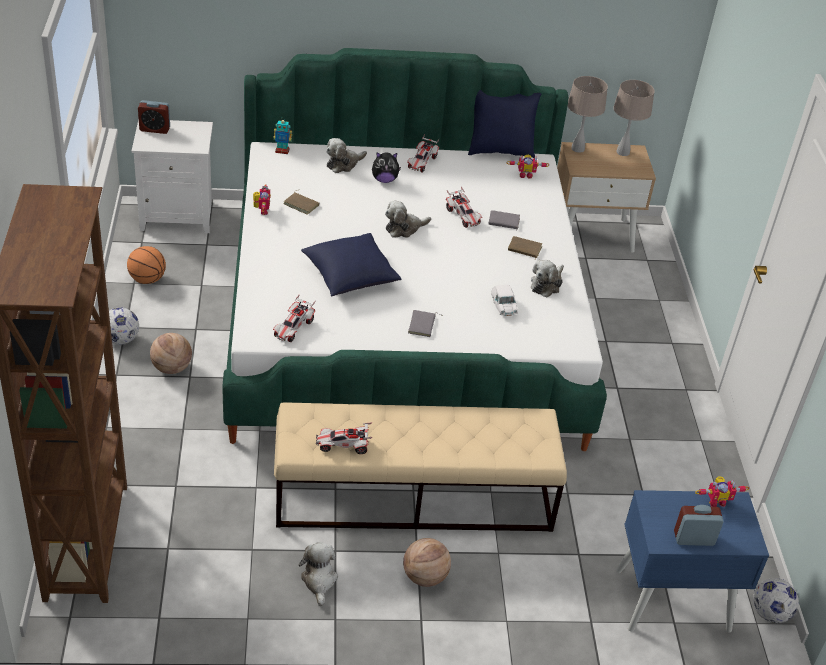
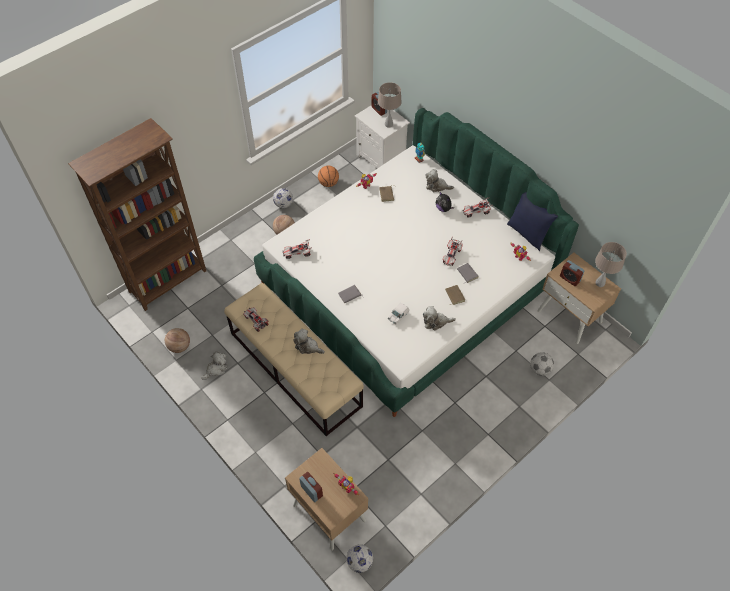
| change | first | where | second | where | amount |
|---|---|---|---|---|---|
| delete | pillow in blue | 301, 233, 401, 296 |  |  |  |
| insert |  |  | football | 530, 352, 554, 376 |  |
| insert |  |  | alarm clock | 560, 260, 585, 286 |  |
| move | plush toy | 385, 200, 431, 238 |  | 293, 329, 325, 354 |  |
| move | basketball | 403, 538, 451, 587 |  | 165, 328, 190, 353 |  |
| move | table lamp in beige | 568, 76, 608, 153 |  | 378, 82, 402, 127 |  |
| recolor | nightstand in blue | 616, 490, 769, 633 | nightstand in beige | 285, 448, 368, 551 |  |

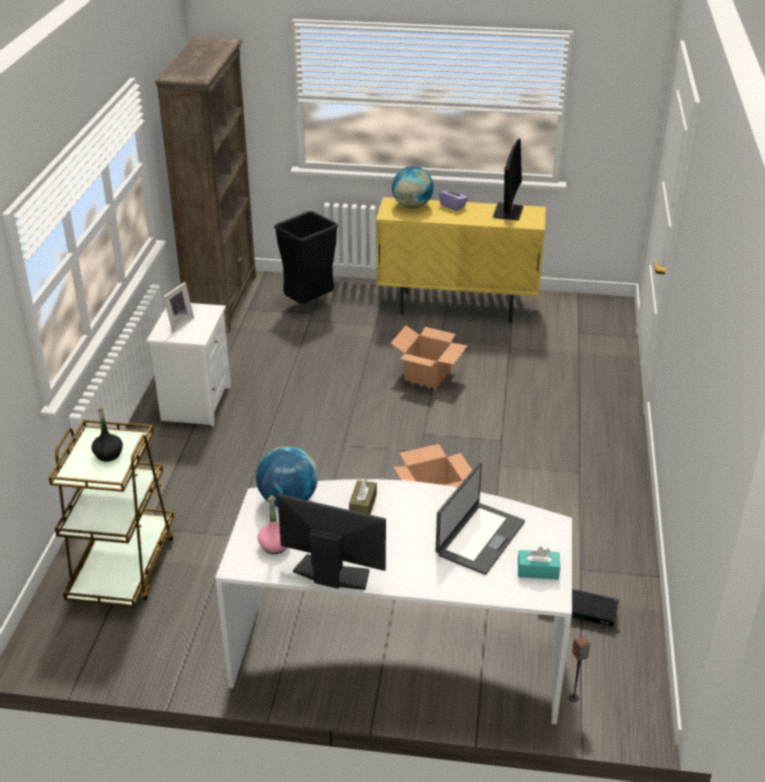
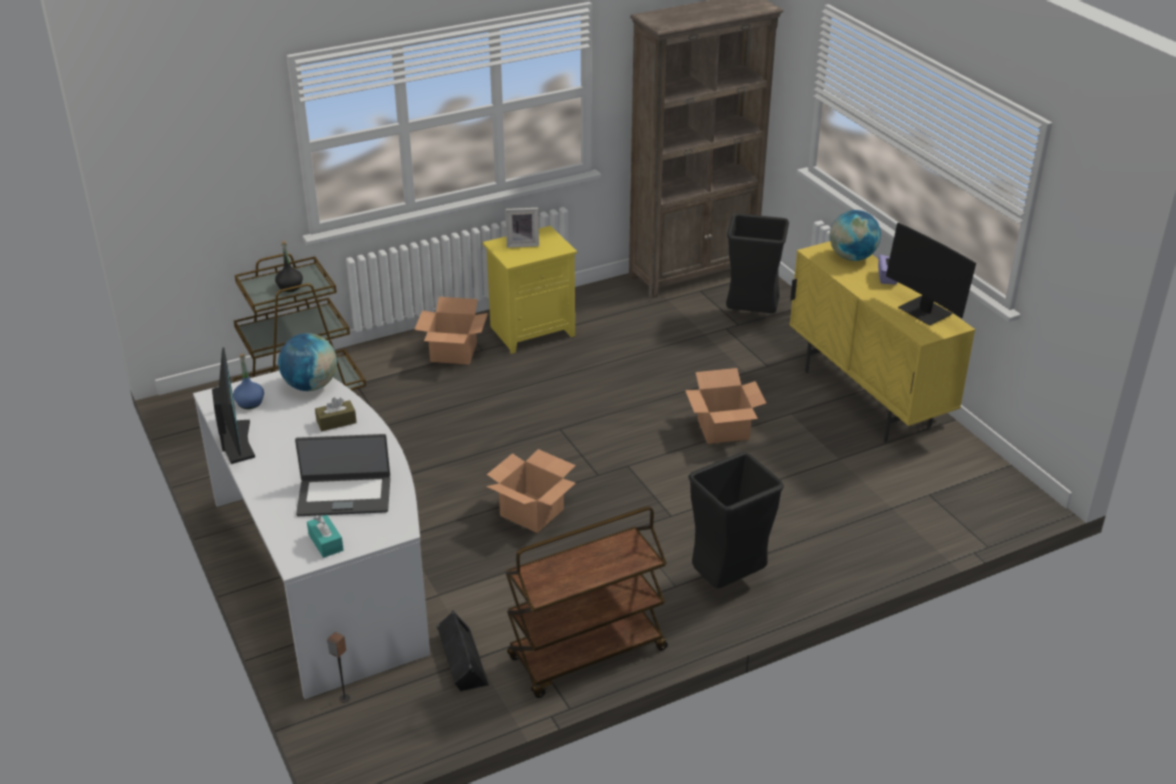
| change | first | where | second | where | amount |
|---|---|---|---|---|---|
| insert |  |  | cardboard box | 414, 297, 488, 365 |  |
| insert |  |  | cart in brown | 505, 506, 668, 698 |  |
| insert |  |  | trash can in black | 689, 452, 784, 588 |  |
| recolor | nightstand in white | 146, 303, 231, 426 | nightstand in yellow | 482, 226, 577, 354 |  |
| recolor | bottle in pink | 258, 495, 287, 554 | bottle in blue | 233, 353, 264, 409 |  |
| rotate | monitor | 493, 138, 523, 220 |  | 886, 223, 976, 326 | 75 degrees clockwise |

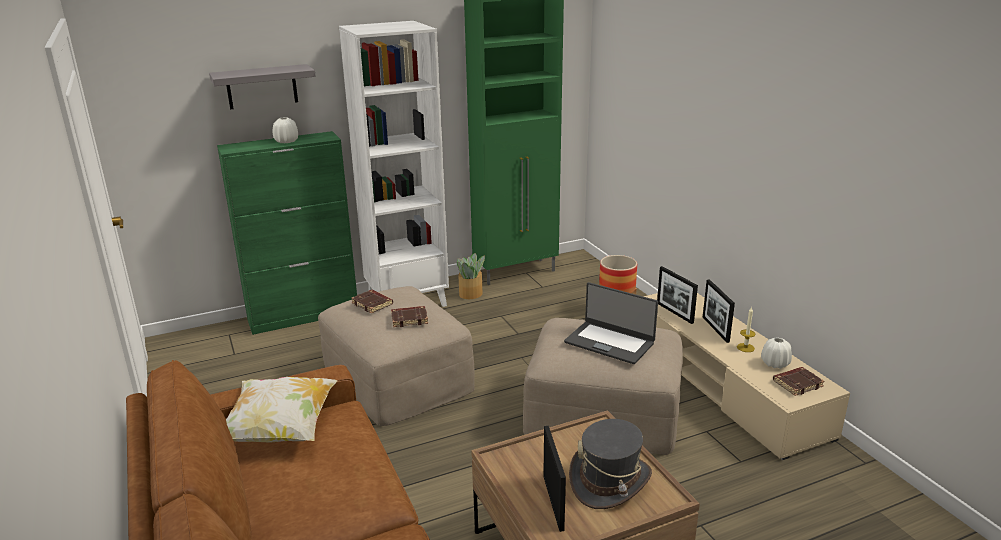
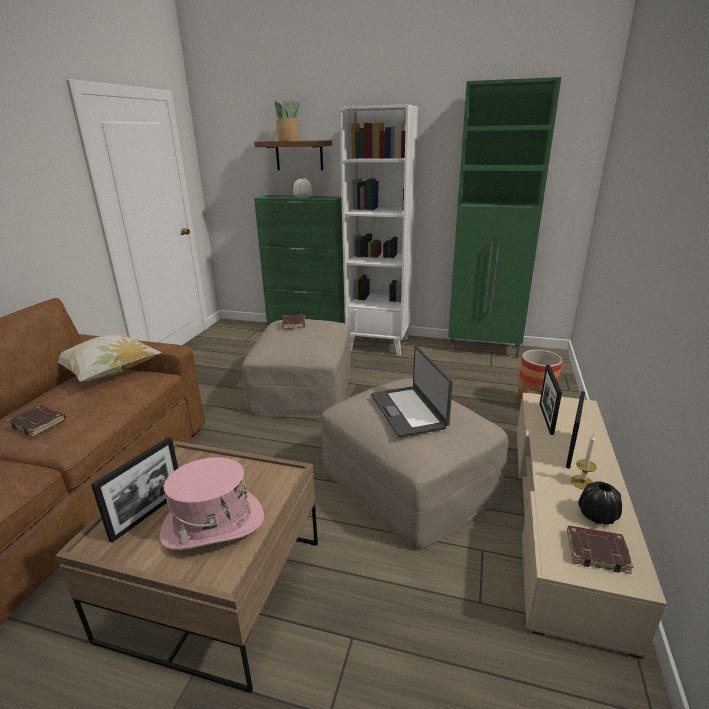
| change | first | where | second | where | amount |
|---|---|---|---|---|---|
| move | book in brown | 391, 306, 428, 327 |  | 7, 405, 66, 437 |  |
| move | potted plant | 457, 253, 485, 299 |  | 274, 100, 301, 141 |  |
| recolor | shelf in grey | 209, 64, 316, 109 | shelf in brown | 254, 140, 332, 170 |  |
| recolor | hat in grey | 569, 419, 652, 509 | hat in pink | 159, 457, 264, 550 |  |
| recolor | vase in white | 761, 337, 792, 369 | vase in black | 578, 482, 622, 525 |  |

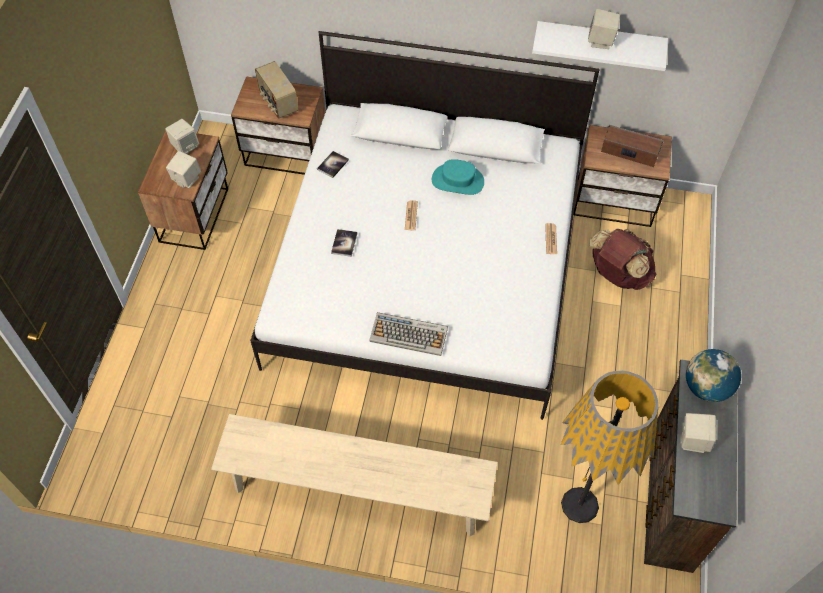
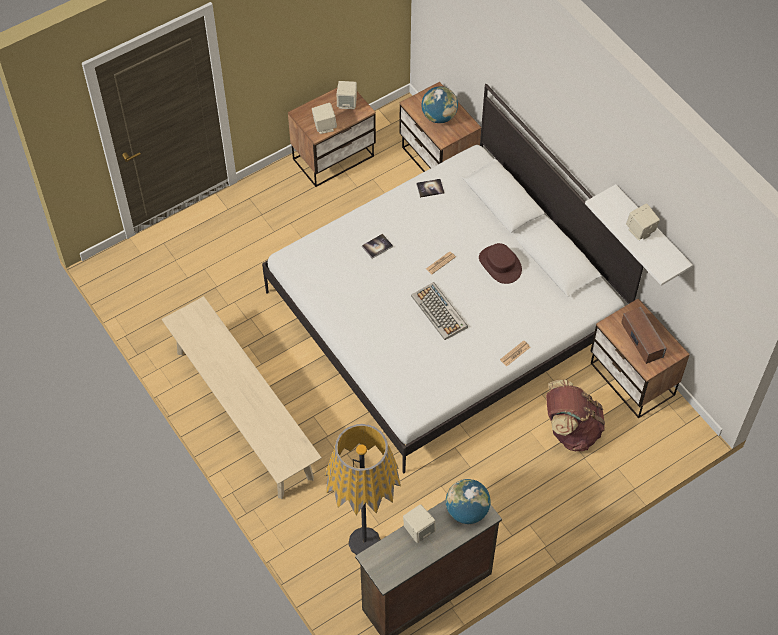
| change | first | where | second | where | amount |
|---|---|---|---|---|---|
| move | keyboard | 369, 312, 448, 356 |  | 411, 282, 468, 340 |  |
| replace | radio | 255, 61, 298, 119 | globe | 422, 86, 458, 123 |  |
| recolor | hat in turquoise | 432, 159, 484, 195 | hat in brown | 479, 243, 522, 284 |  |

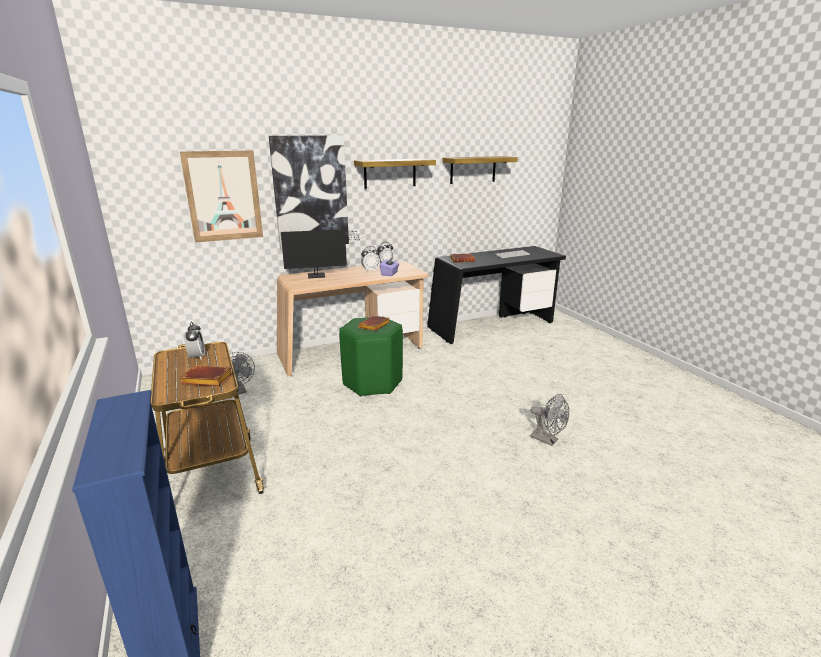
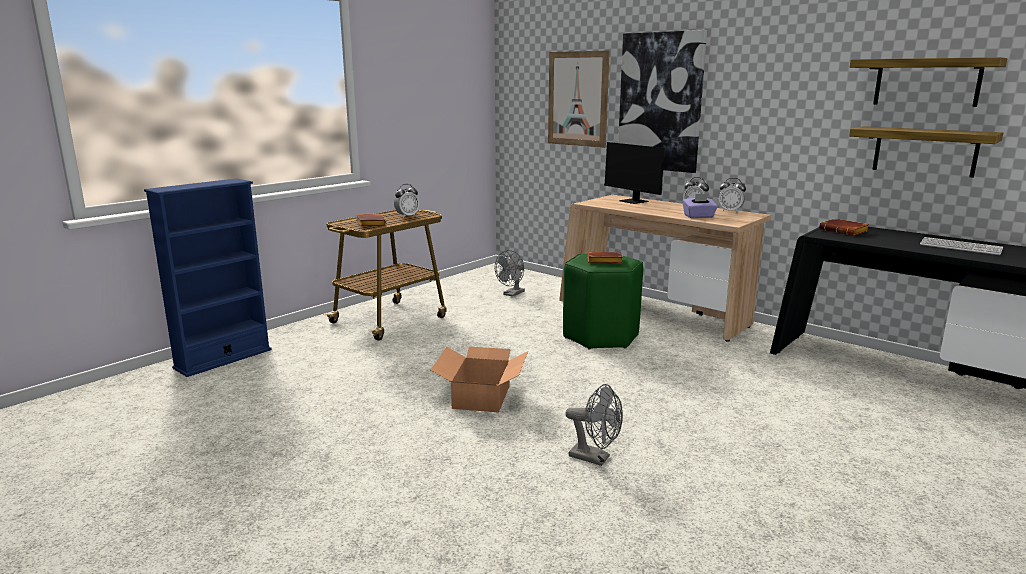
| change | first | where | second | where | amount |
|---|---|---|---|---|---|
| insert |  |  | cardboard box | 431, 346, 528, 413 |  |
| move | shelf | 354, 159, 436, 189 |  | 849, 126, 1003, 178 |  |
| rotate | fan in grey | 531, 394, 569, 446 |  | 565, 384, 623, 466 | 75 degrees counterclockwise |

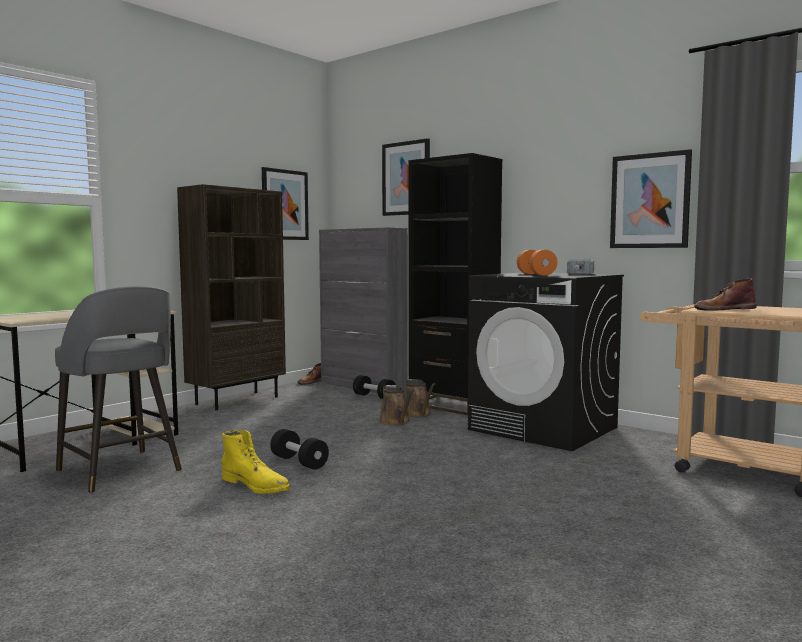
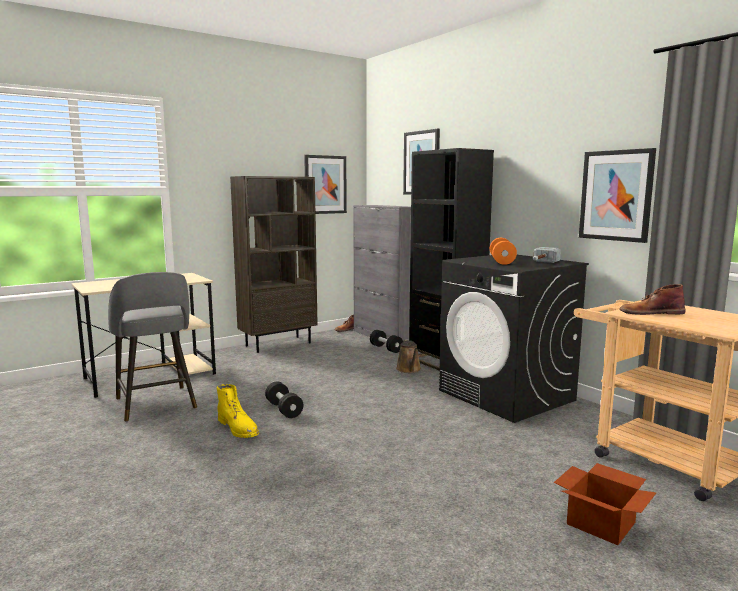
| change | first | where | second | where | amount |
|---|---|---|---|---|---|
| delete | watering can in brown | 379, 385, 415, 425 |  |  |  |
| insert |  |  | cardboard box | 554, 463, 657, 545 |  |

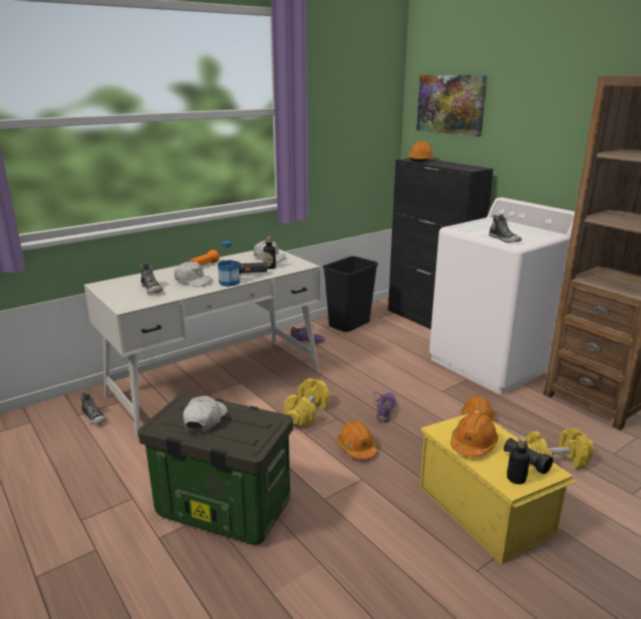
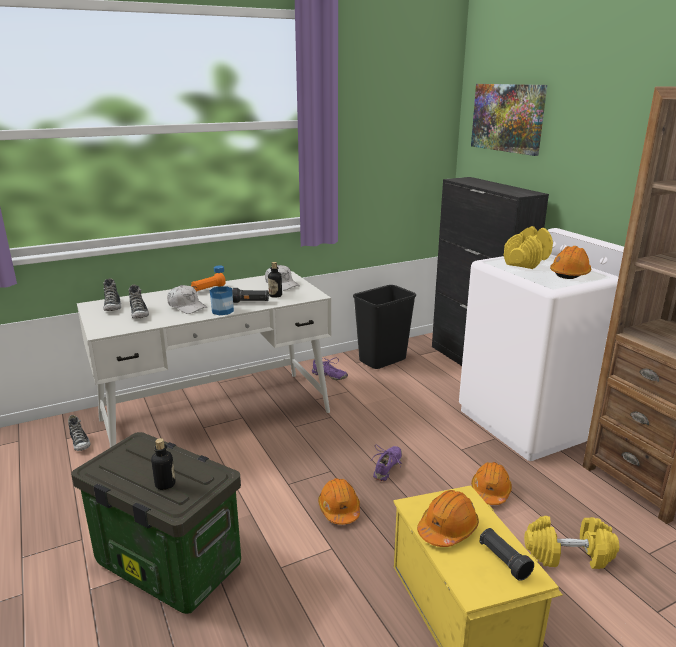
| change | first | where | second | where | amount |
|---|---|---|---|---|---|
| delete | cap in white | 183, 396, 227, 432 |  |  |  |
| move | dumbbell in yellow | 284, 378, 330, 427 |  | 504, 226, 553, 269 |  |
| move | hard hat in orange | 407, 140, 434, 162 |  | 550, 246, 591, 279 |  |
| move | shoe | 489, 215, 522, 243 |  | 103, 278, 121, 311 |  |
| move | bottle | 507, 437, 530, 484 |  | 151, 438, 175, 490 |  |

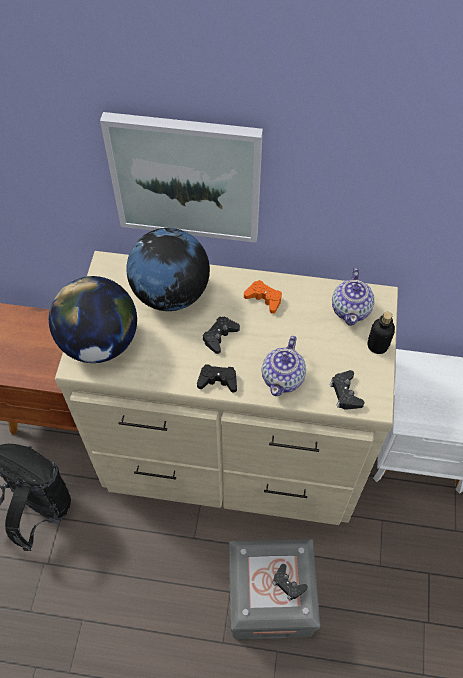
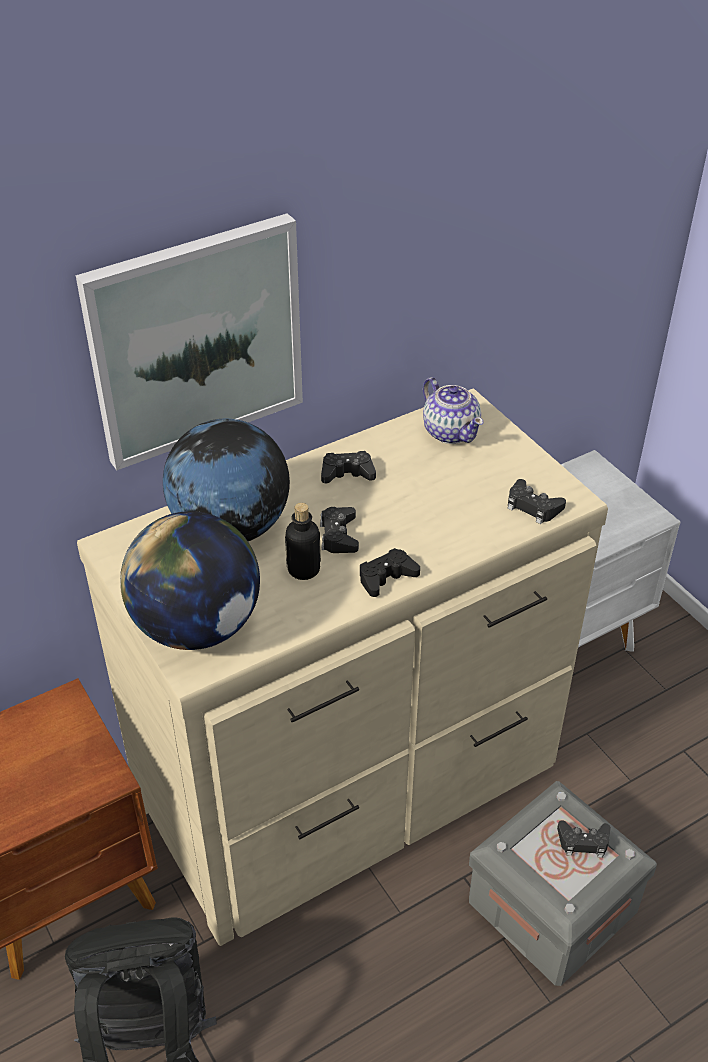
| change | first | where | second | where | amount |
|---|---|---|---|---|---|
| delete | teapot | 262, 336, 306, 396 |  |  |  |
| move | bottle | 368, 312, 395, 354 |  | 285, 503, 321, 580 |  |
| recolor | game controller in orange | 244, 280, 282, 314 | game controller in black | 321, 451, 376, 483 |  |

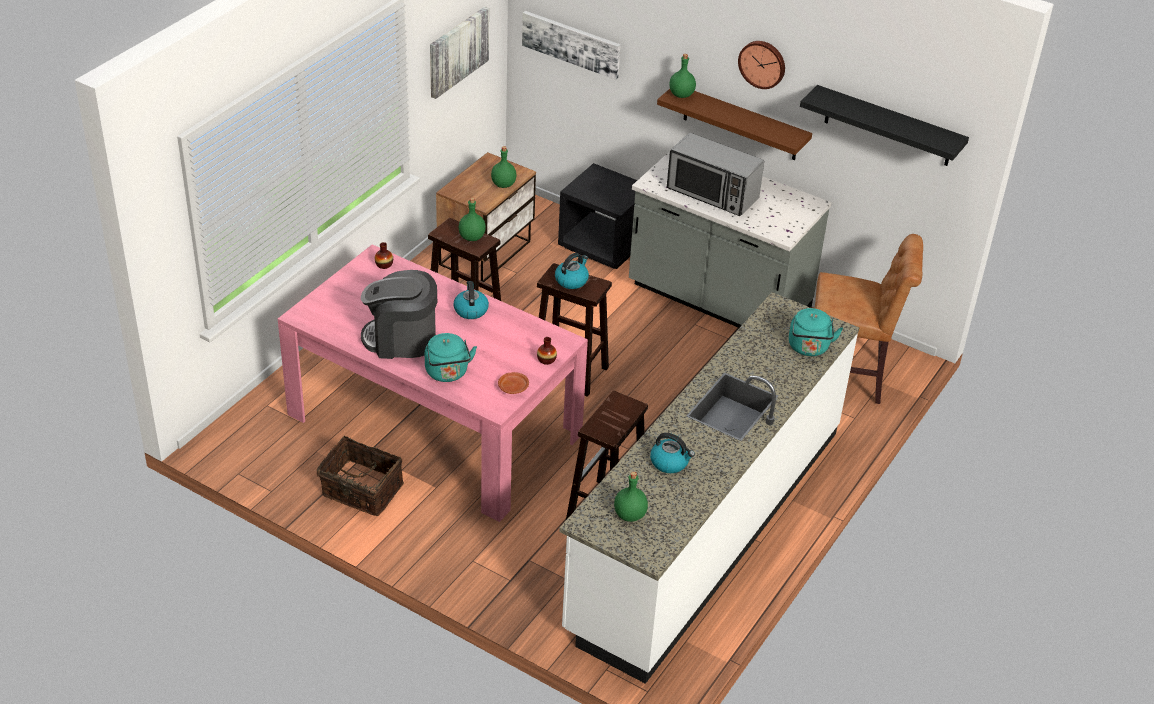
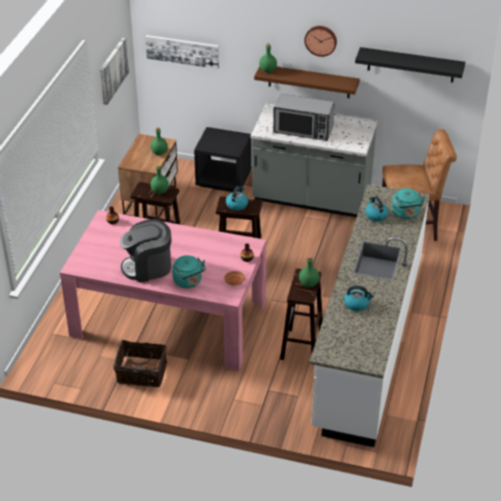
| change | first | where | second | where | amount |
|---|---|---|---|---|---|
| move | kettle | 453, 281, 489, 319 |  | 365, 196, 389, 222 |  |
| move | bottle in green | 614, 472, 648, 522 |  | 299, 256, 319, 287 |  |

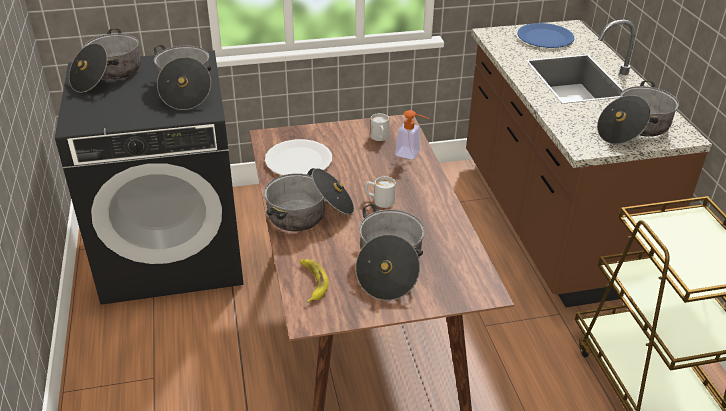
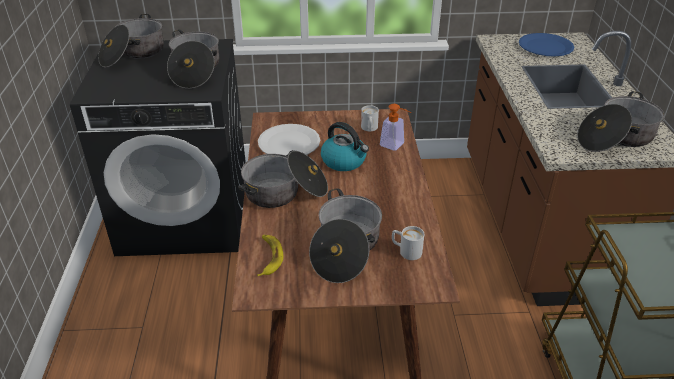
| change | first | where | second | where | amount |
|---|---|---|---|---|---|
| insert |  |  | kettle | 321, 122, 369, 171 |  |
| move | mug in white | 365, 176, 396, 208 |  | 392, 226, 424, 260 |  |

